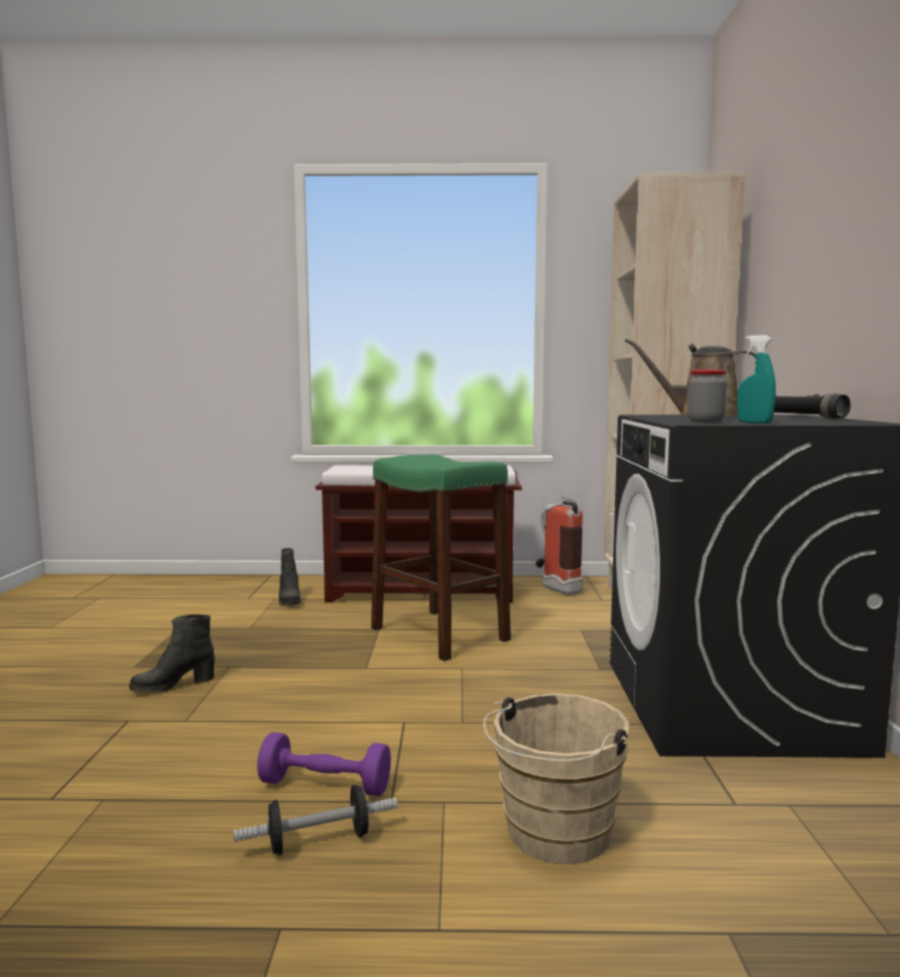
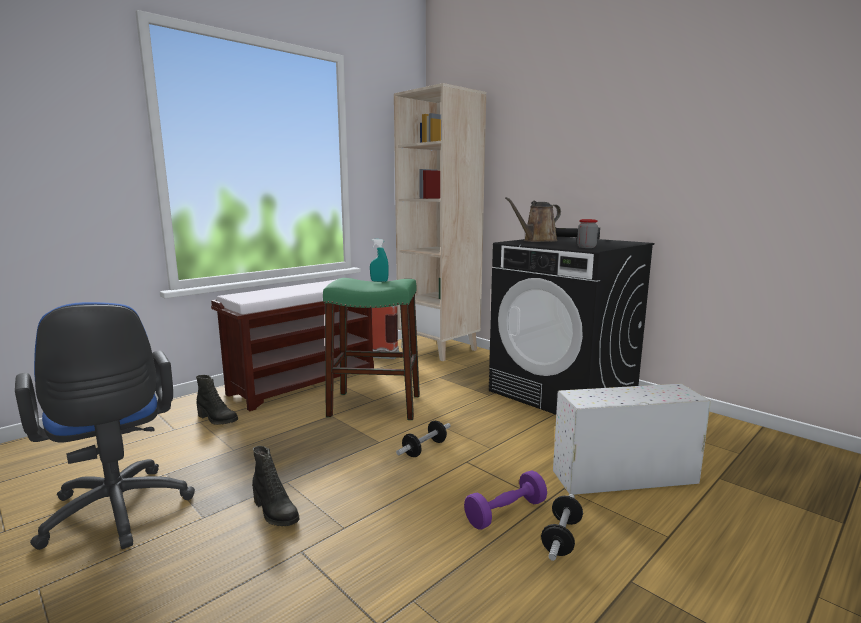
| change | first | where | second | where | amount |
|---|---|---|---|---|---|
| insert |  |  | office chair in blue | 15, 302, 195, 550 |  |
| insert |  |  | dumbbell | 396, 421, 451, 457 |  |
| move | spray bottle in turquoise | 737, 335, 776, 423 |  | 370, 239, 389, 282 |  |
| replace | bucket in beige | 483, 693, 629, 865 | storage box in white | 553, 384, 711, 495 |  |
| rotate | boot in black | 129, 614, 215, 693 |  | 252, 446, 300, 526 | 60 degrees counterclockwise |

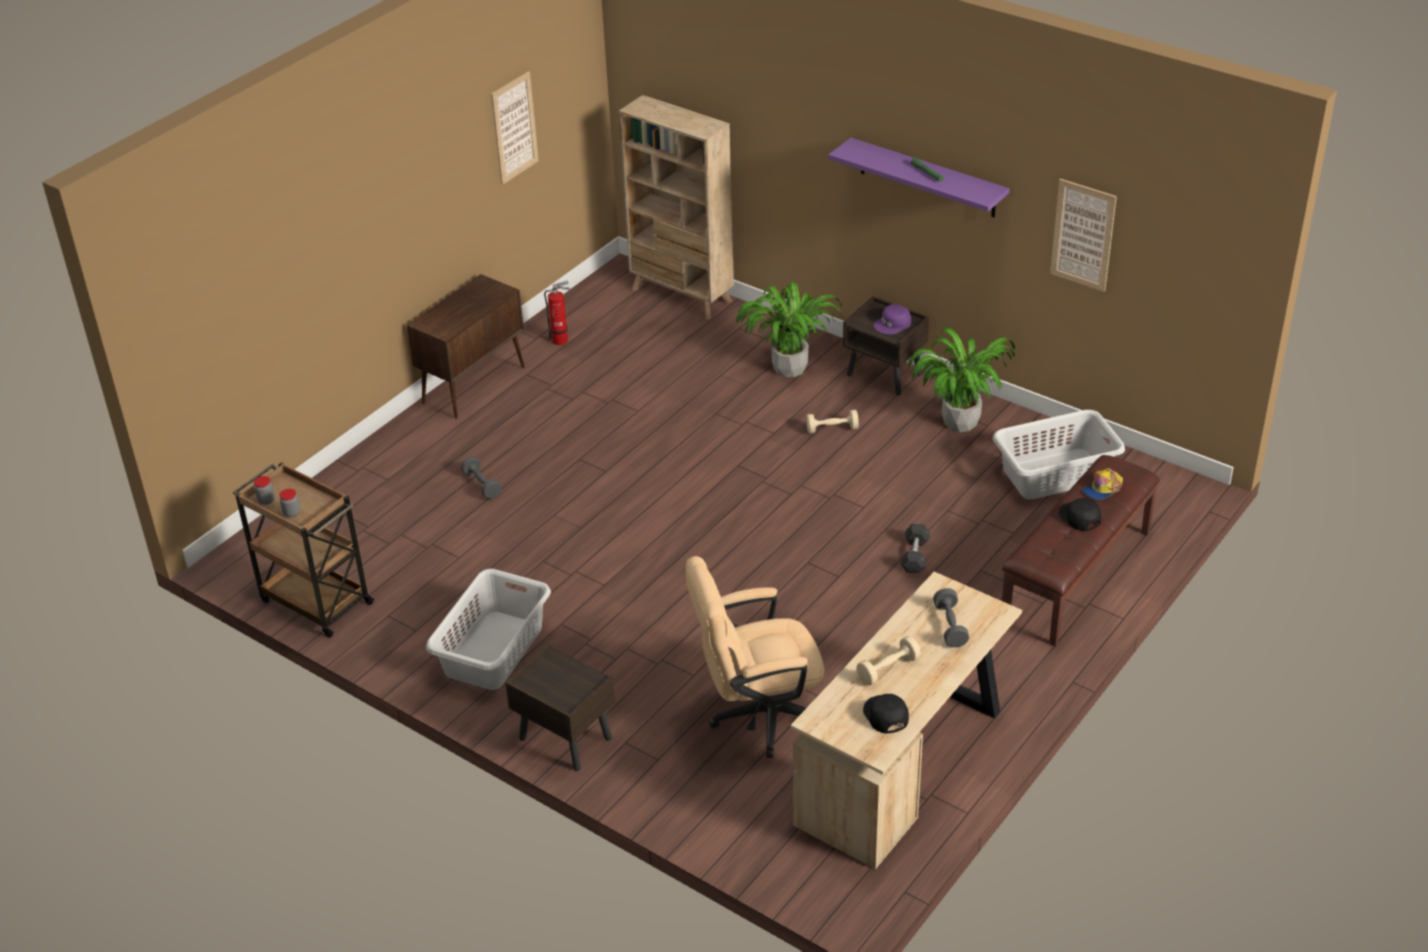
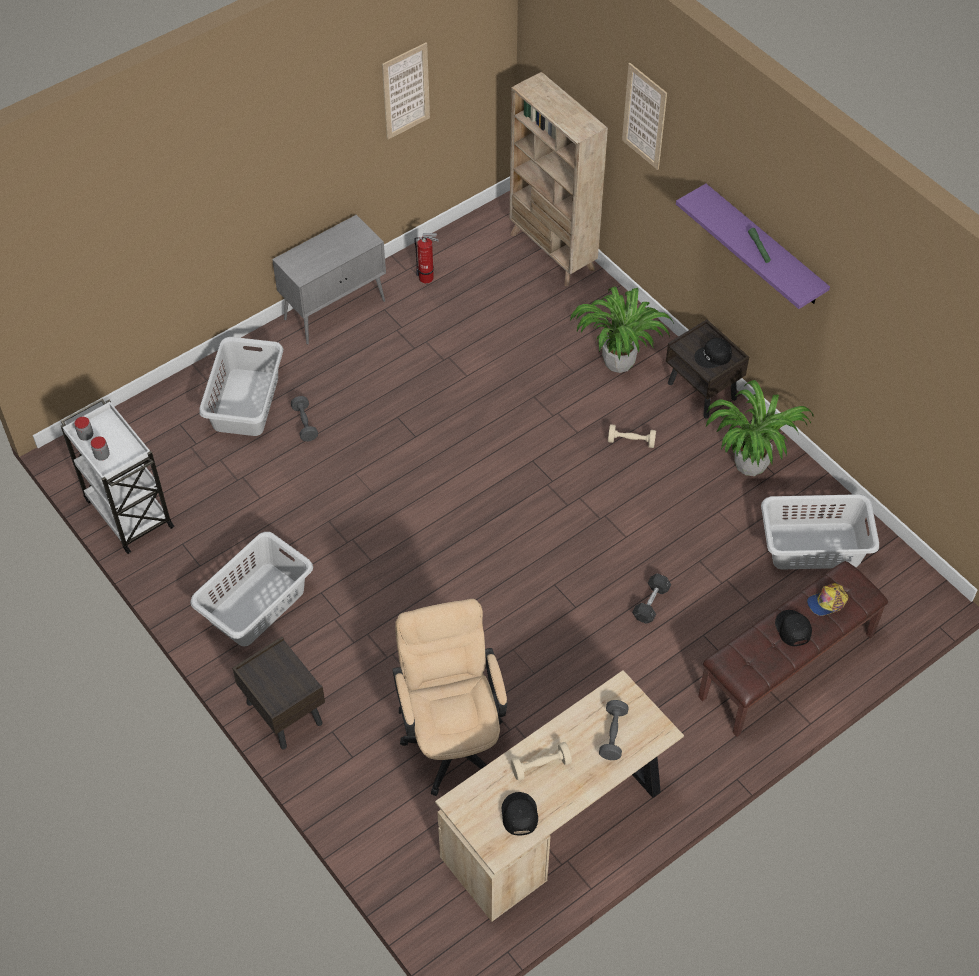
| change | first | where | second | where | amount |
|---|---|---|---|---|---|
| insert |  |  | laundry basket in grey | 199, 337, 283, 436 |  |
| move | picture | 1050, 179, 1117, 292 |  | 622, 63, 667, 170 |  |
| recolor | cart in brown | 233, 462, 375, 638 | cart in white | 61, 398, 175, 554 |  |
| recolor | cabinet in brown | 407, 274, 525, 419 | cabinet in grey | 272, 215, 386, 344 |  |
| recolor | cap in purple | 874, 304, 911, 334 | cap in black | 694, 338, 732, 368 |  |
| rotate | office chair in beige | 685, 556, 825, 758 |  | 392, 599, 507, 796 | 75 degrees clockwise |

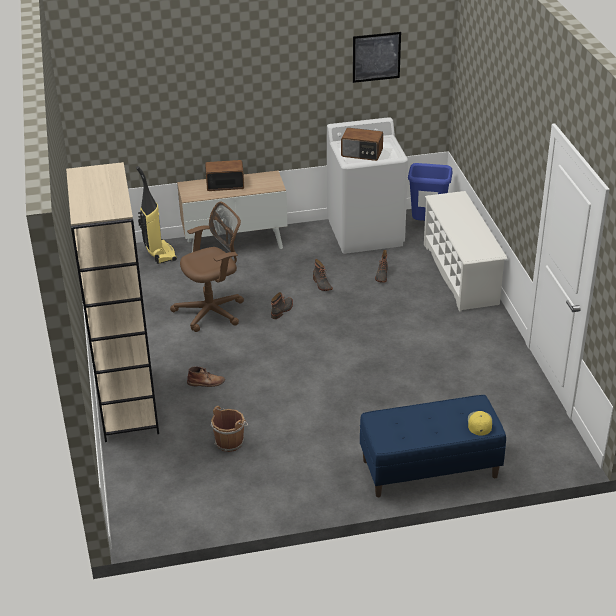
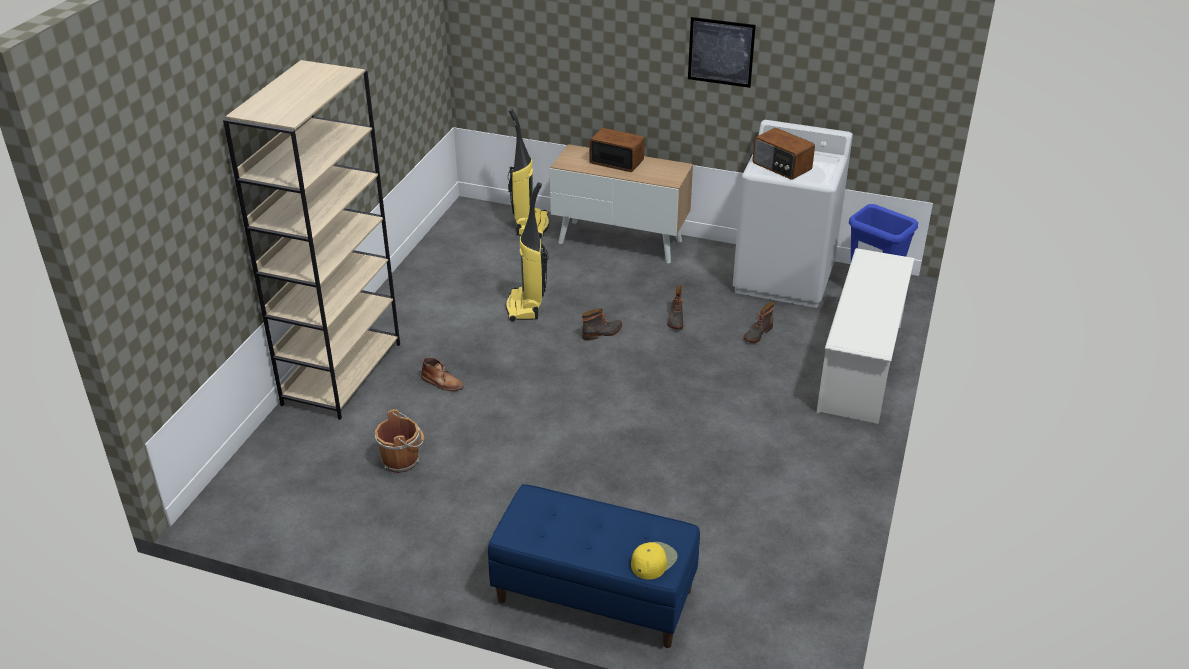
| change | first | where | second | where | amount |
|---|---|---|---|---|---|
| move | picture | 353, 32, 401, 83 |  | 688, 17, 756, 88 |  |
| replace | office chair in brown | 170, 202, 244, 332 | vacuum cleaner | 506, 182, 549, 321 |  |

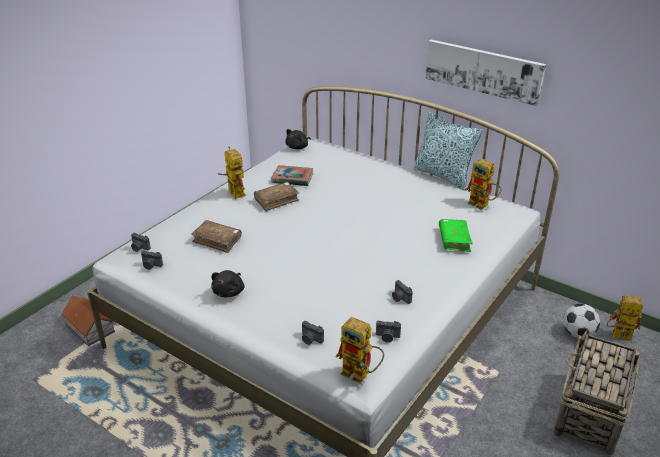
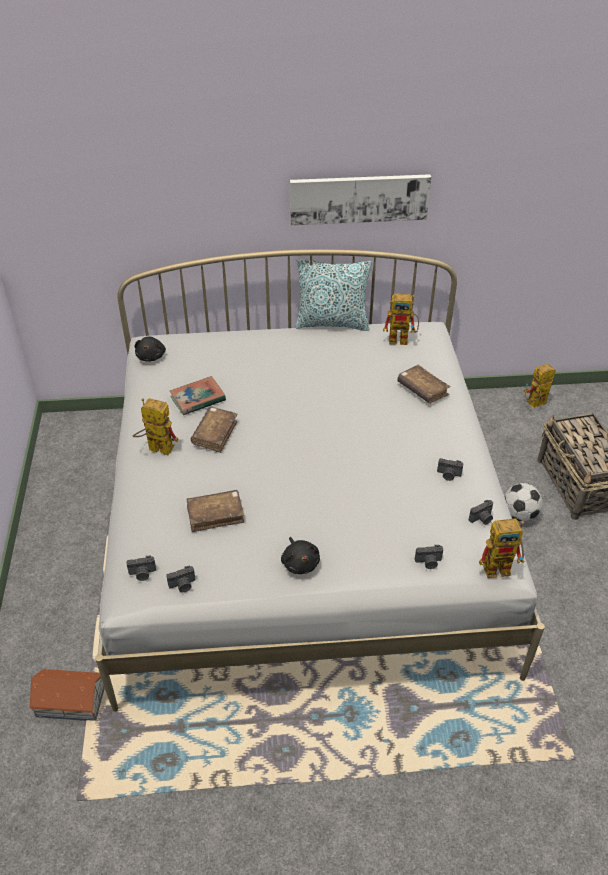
| change | first | where | second | where | amount |
|---|---|---|---|---|---|
| move | football | 563, 304, 600, 338 |  | 504, 483, 543, 521 |  |
| recolor | book in green | 439, 219, 473, 252 | book in brown | 397, 365, 451, 404 |  |

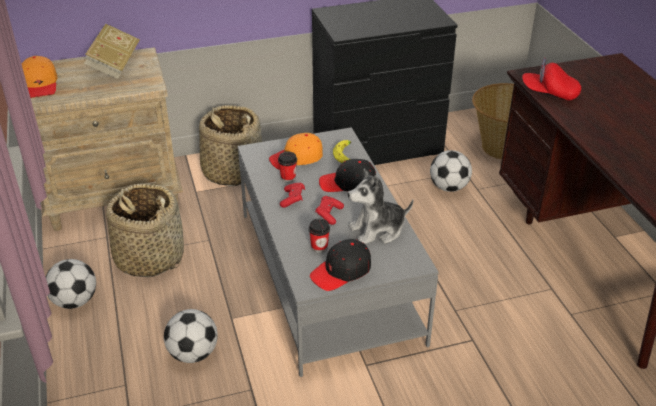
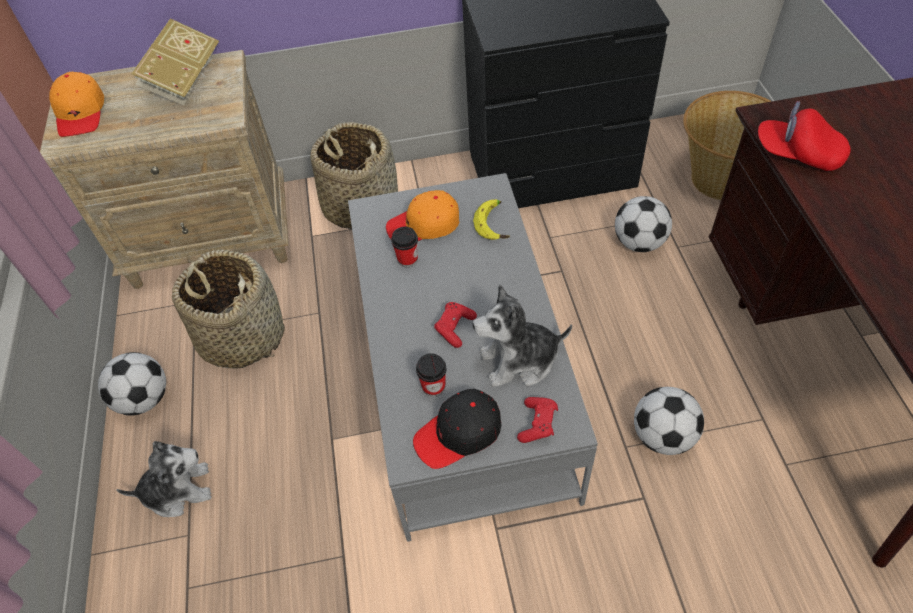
| change | first | where | second | where | amount |
|---|---|---|---|---|---|
| delete | cap in black | 319, 159, 376, 192 |  |  |  |
| insert |  |  | plush toy | 116, 441, 211, 517 |  |
| move | football | 164, 309, 218, 363 |  | 634, 387, 704, 455 |  |
| move | game controller in red | 280, 183, 305, 208 |  | 517, 397, 558, 443 |  |

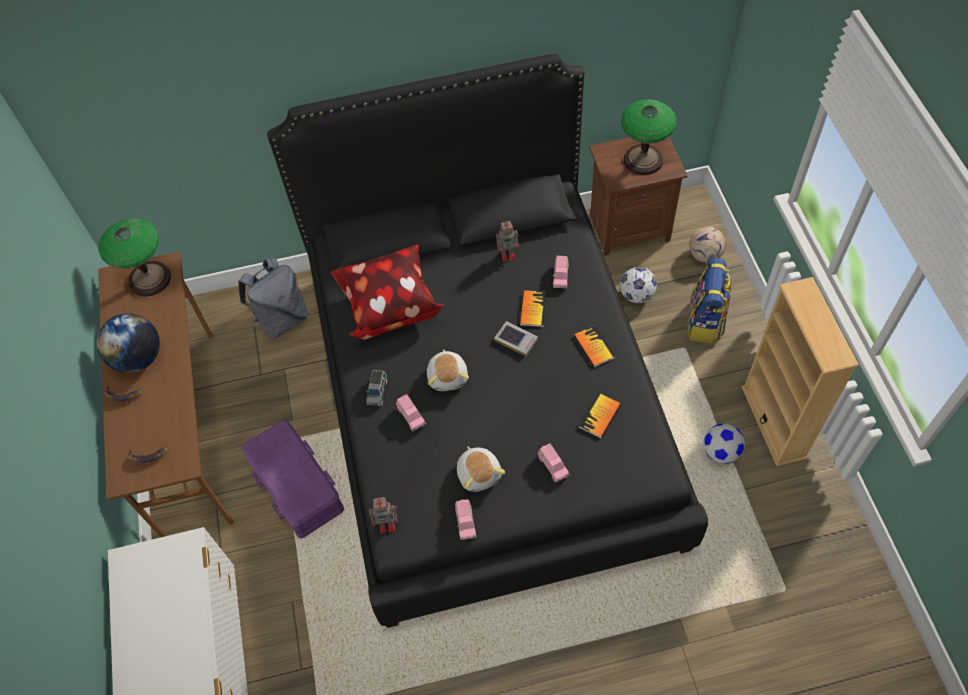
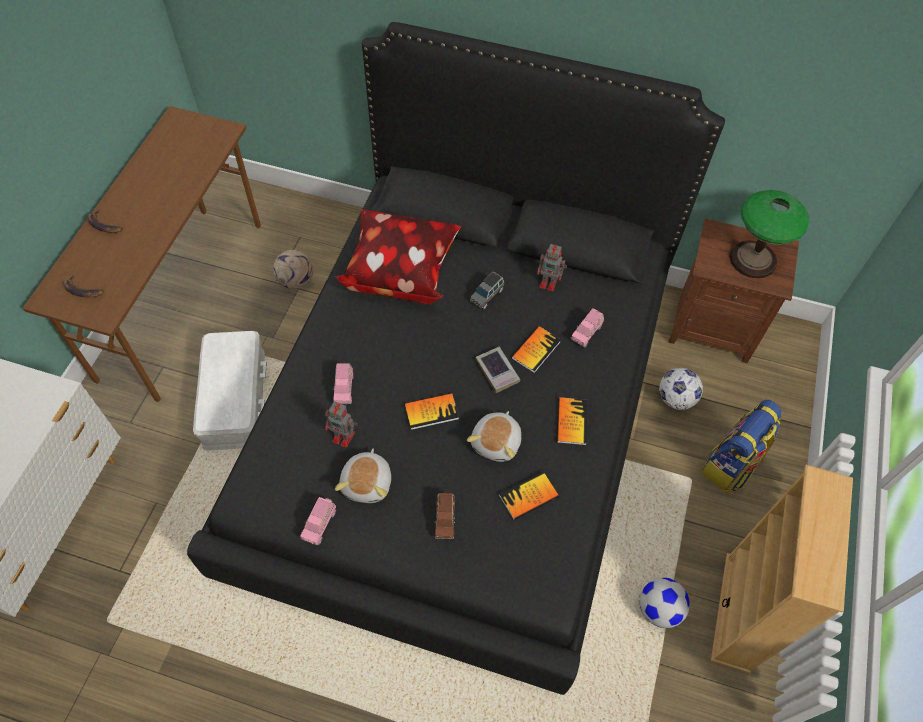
| change | first | where | second | where | amount |
|---|---|---|---|---|---|
| delete | globe | 97, 313, 160, 373 |  |  |  |
| delete | table lamp | 98, 218, 171, 297 |  |  |  |
| delete | backpack in grey | 238, 257, 308, 338 |  |  |  |
| insert |  |  | book | 404, 393, 459, 430 |  |
| move | toy car in grey | 366, 370, 387, 406 |  | 470, 271, 504, 310 |  |
| move | toy robot | 369, 497, 398, 533 |  | 325, 401, 358, 448 |  |
| move | plush toy | 427, 349, 469, 391 |  | 467, 411, 521, 462 |  |
| move | football | 689, 227, 726, 263 |  | 273, 250, 313, 289 |  |
| recolor | storage box in purple | 242, 420, 344, 539 | storage box in white | 193, 331, 267, 451 |  |
| recolor | toy car in pink | 538, 443, 570, 483 | toy car in brown | 434, 493, 455, 539 |  |

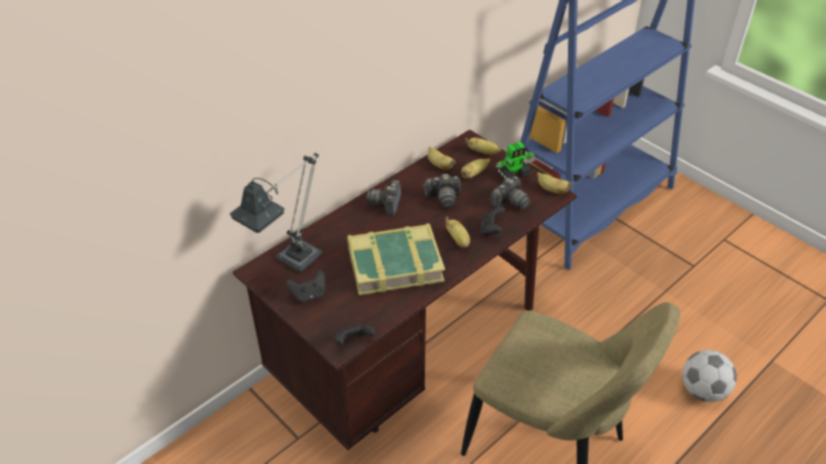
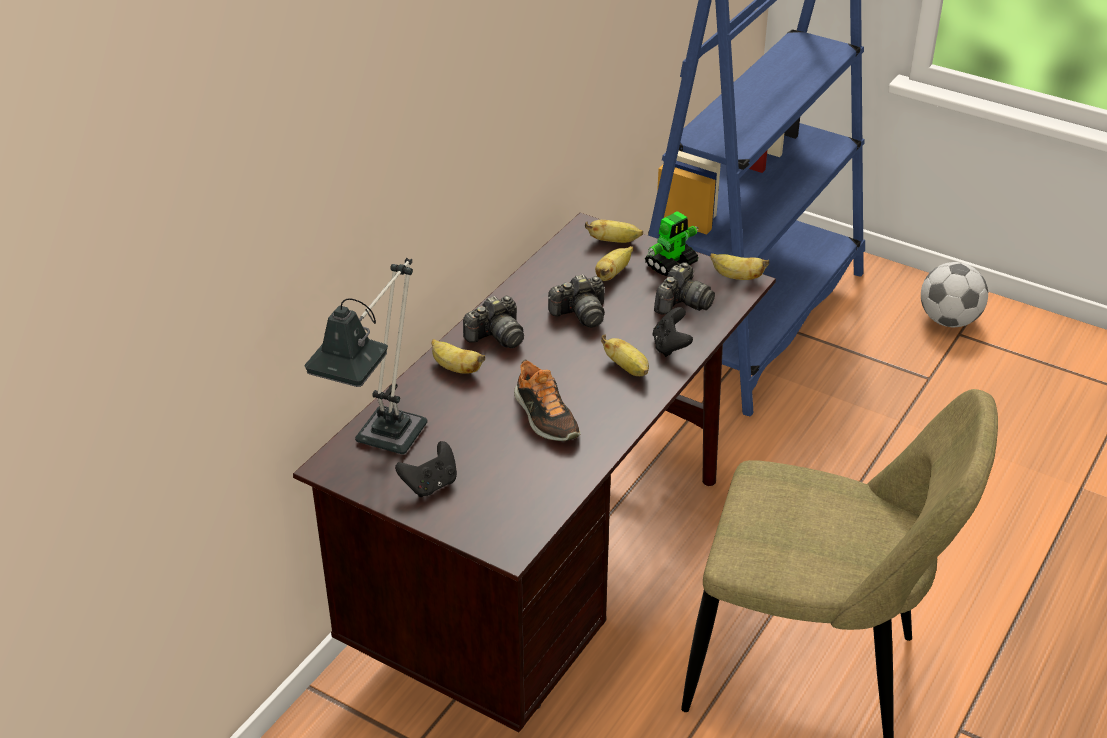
| change | first | where | second | where | amount |
|---|---|---|---|---|---|
| delete | game controller in black | 335, 323, 376, 345 |  |  |  |
| move | banana | 428, 146, 456, 169 |  | 432, 339, 485, 374 |  |
| move | football | 682, 350, 737, 402 |  | 921, 262, 988, 327 |  |
| replace | book | 347, 223, 445, 295 | shoe | 514, 359, 581, 441 |  |
| rotate | photo camera | 366, 180, 401, 216 |  | 463, 296, 524, 348 | 120 degrees counterclockwise |

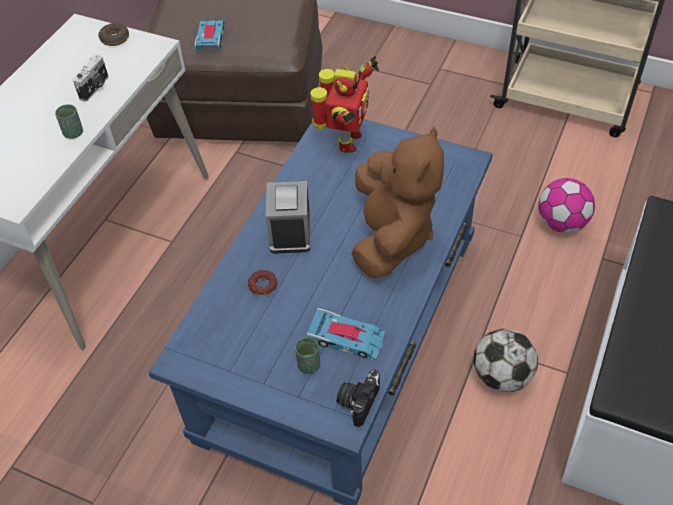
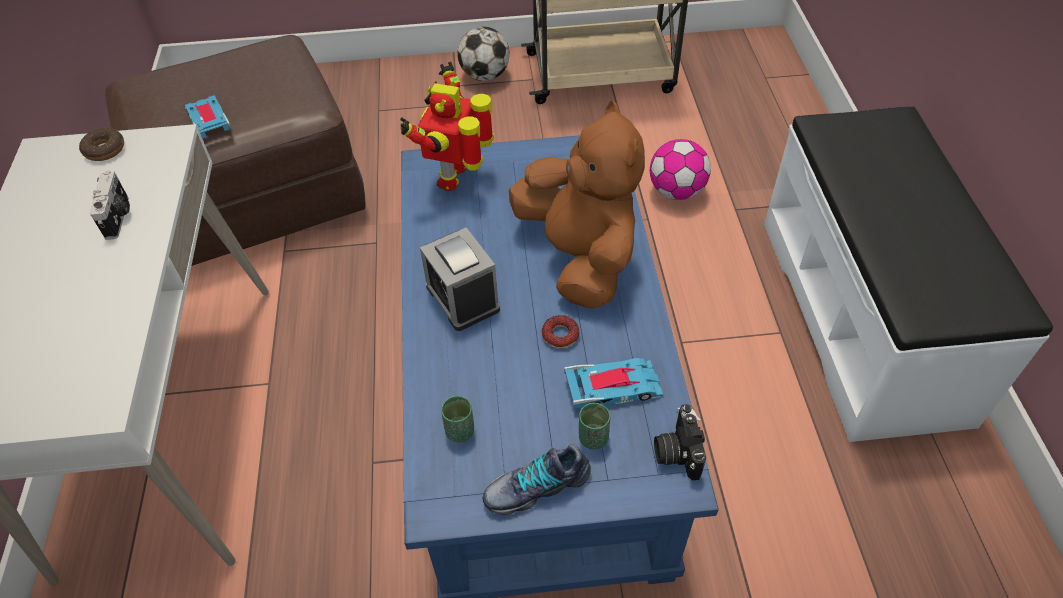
| change | first | where | second | where | amount |
|---|---|---|---|---|---|
| insert |  |  | shoe | 482, 444, 591, 515 |  |
| move | cup in green | 55, 104, 83, 139 |  | 441, 396, 474, 442 |  |
| move | donut | 248, 270, 278, 296 |  | 542, 315, 579, 348 |  |
| move | football | 474, 329, 538, 392 |  | 457, 26, 510, 81 |  |
| rotate | toy robot | 310, 56, 379, 153 |  | 400, 62, 494, 191 | 150 degrees counterclockwise |

